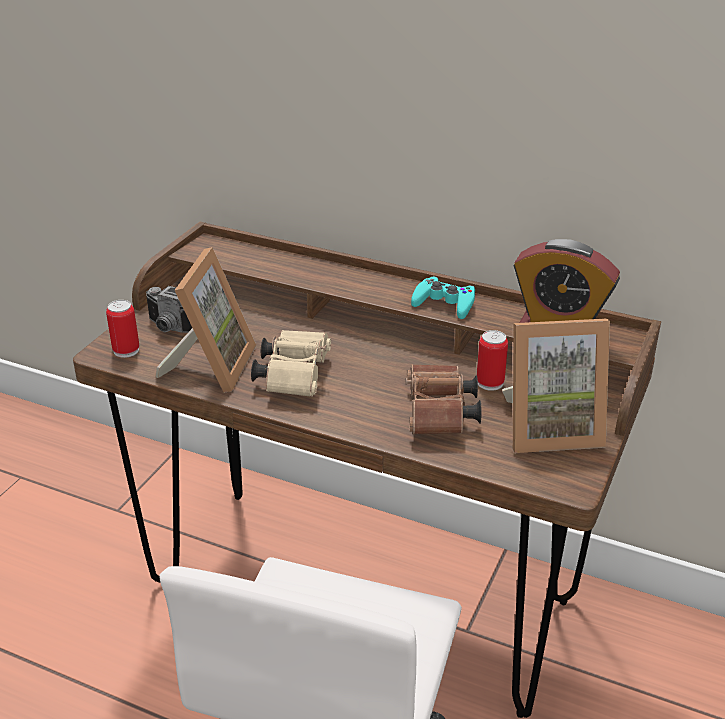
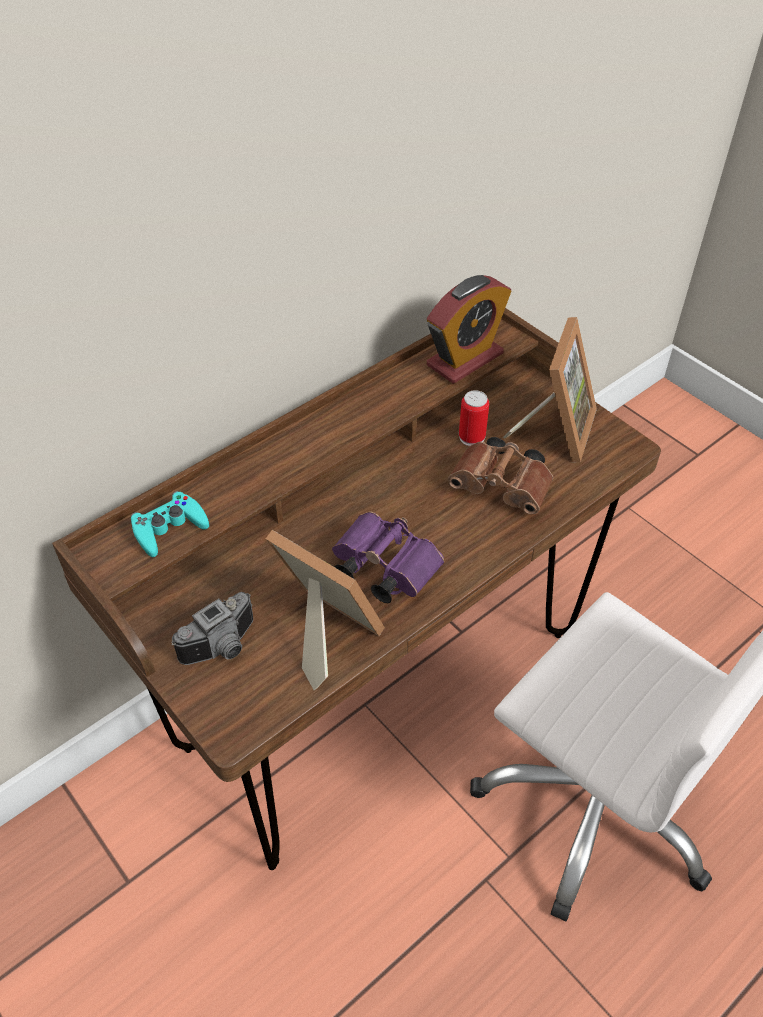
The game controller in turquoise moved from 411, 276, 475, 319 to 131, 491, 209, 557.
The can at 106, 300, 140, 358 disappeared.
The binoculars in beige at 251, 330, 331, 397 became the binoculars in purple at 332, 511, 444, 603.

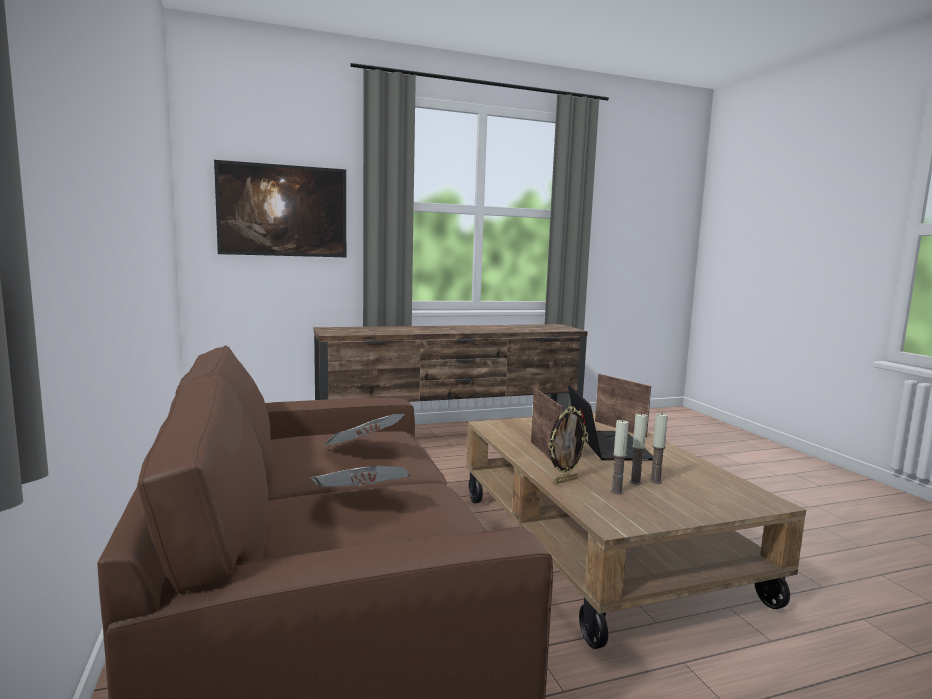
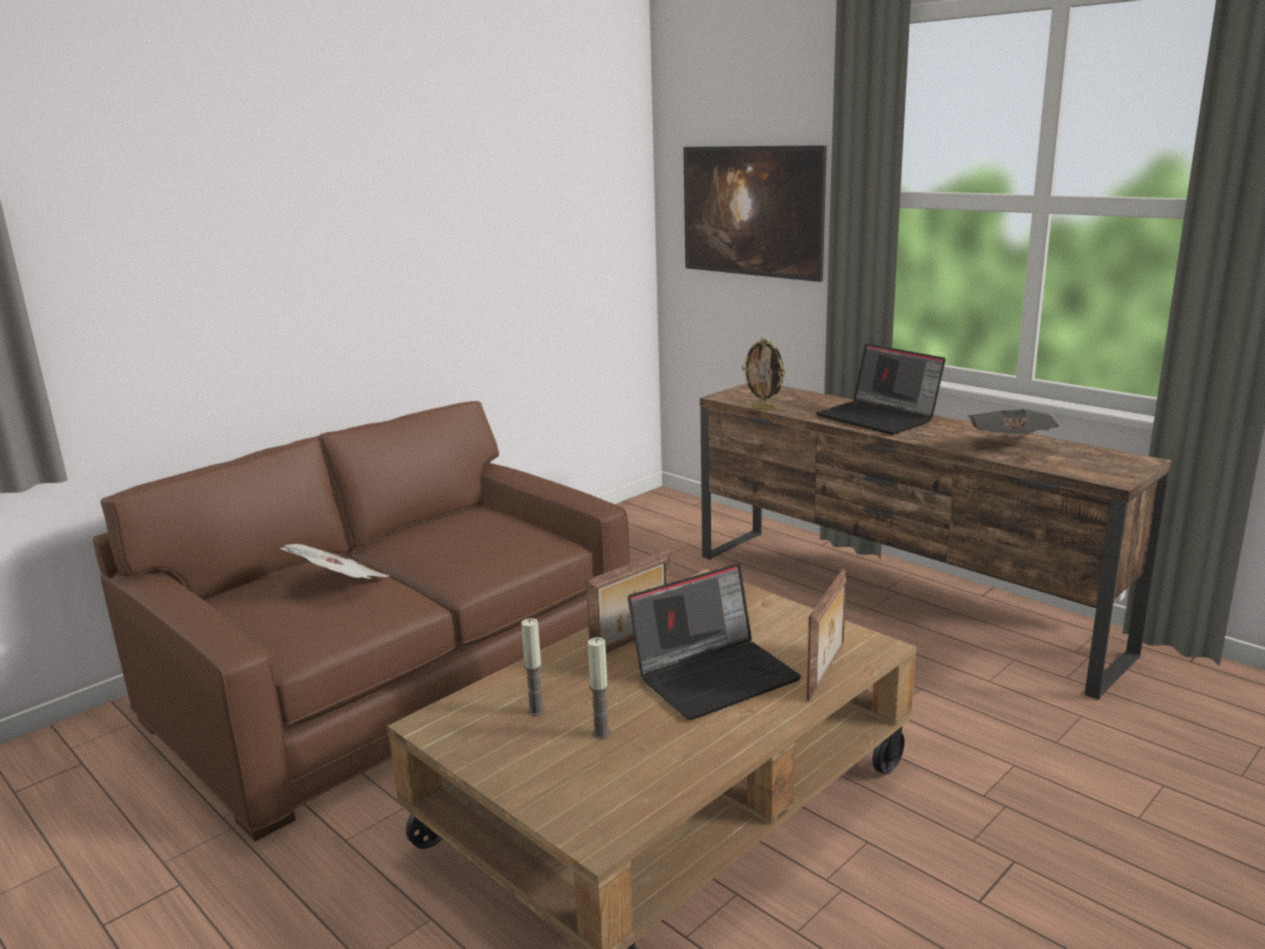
The picture frame moved from 548, 406, 588, 484 to 742, 338, 786, 411.
The candle at 629, 413, 647, 485 disappeared.
The newspaper moved from 322, 414, 405, 446 to 968, 410, 1059, 434.
The laptop at 816, 344, 946, 435 appeared.

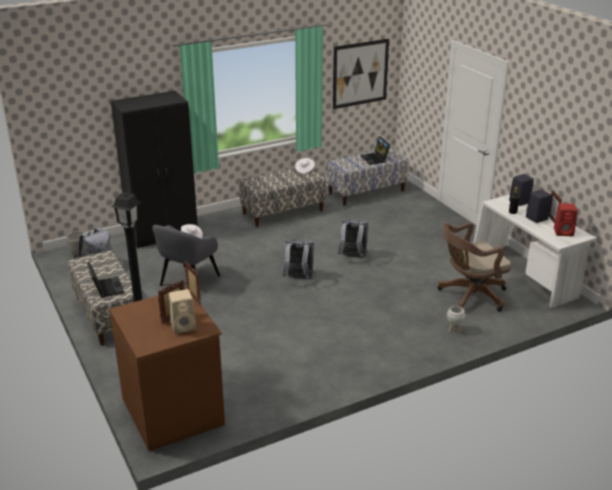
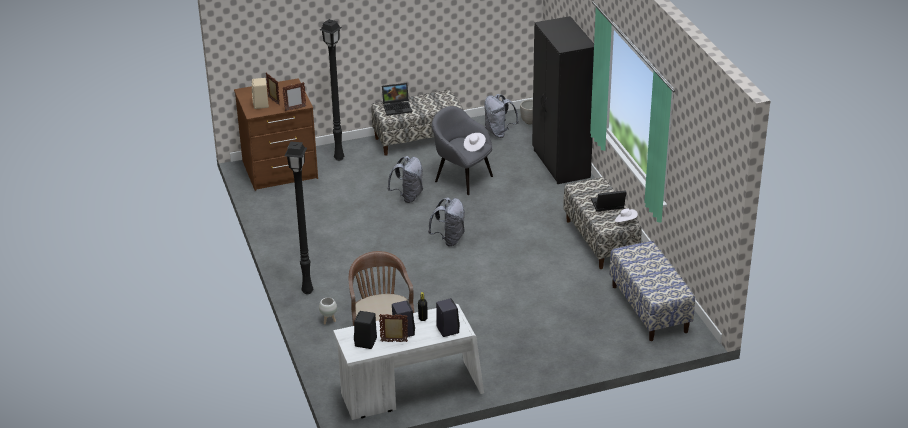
The picture at 333, 38, 389, 109 disappeared.
The laptop moved from 361, 136, 390, 165 to 591, 190, 627, 212.
The speaker in red at 554, 203, 578, 236 became the speaker in black at 354, 311, 377, 349.
The backpack in grey moved from 338, 220, 369, 258 to 387, 156, 423, 203.
The floor lamp in black at 285, 142, 313, 294 appeared.

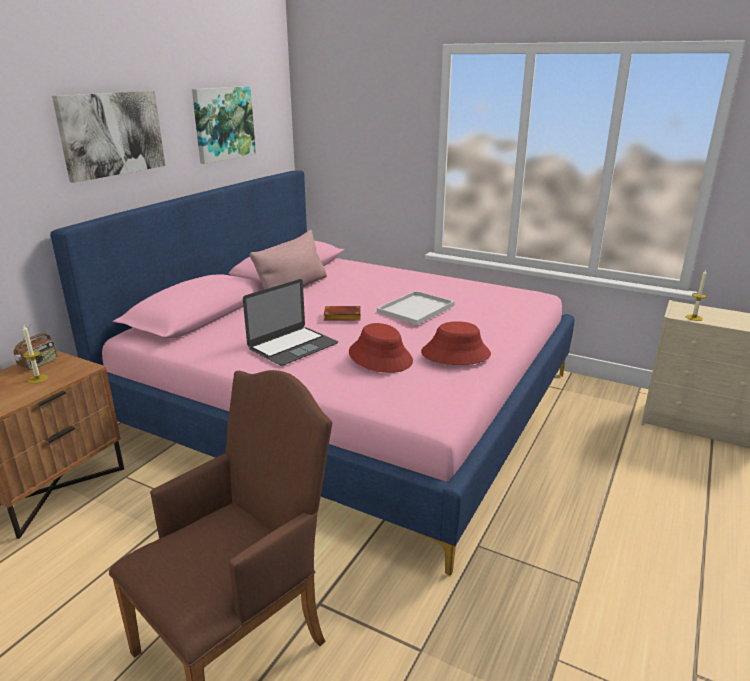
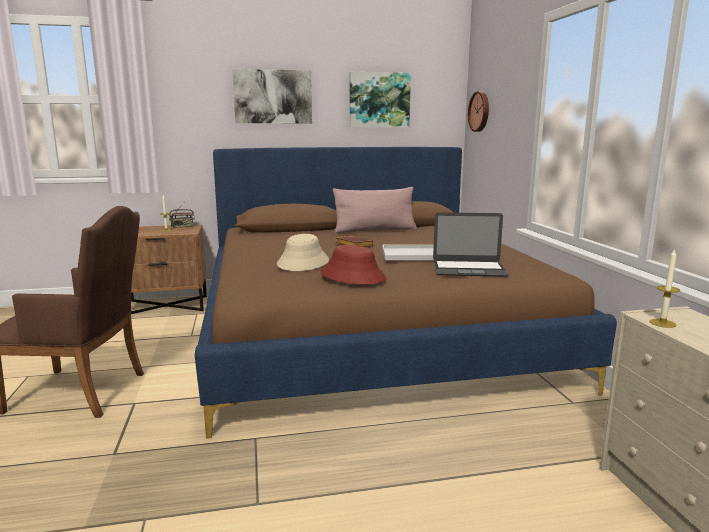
The bed in pink at 50, 170, 574, 575 became the bed in brown at 195, 147, 617, 438.
The laptop moved from 243, 279, 338, 366 to 433, 212, 509, 277.
The hat in red at 349, 323, 413, 373 became the hat in beige at 277, 234, 329, 271.
The wall clock at 468, 91, 489, 132 appeared.

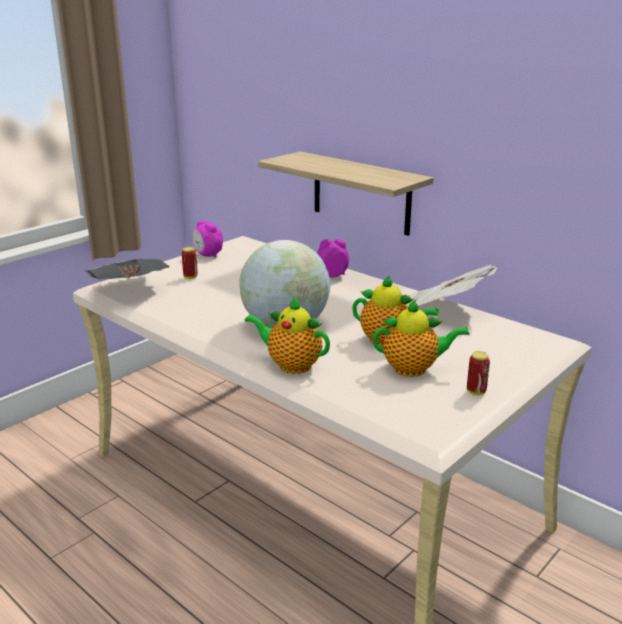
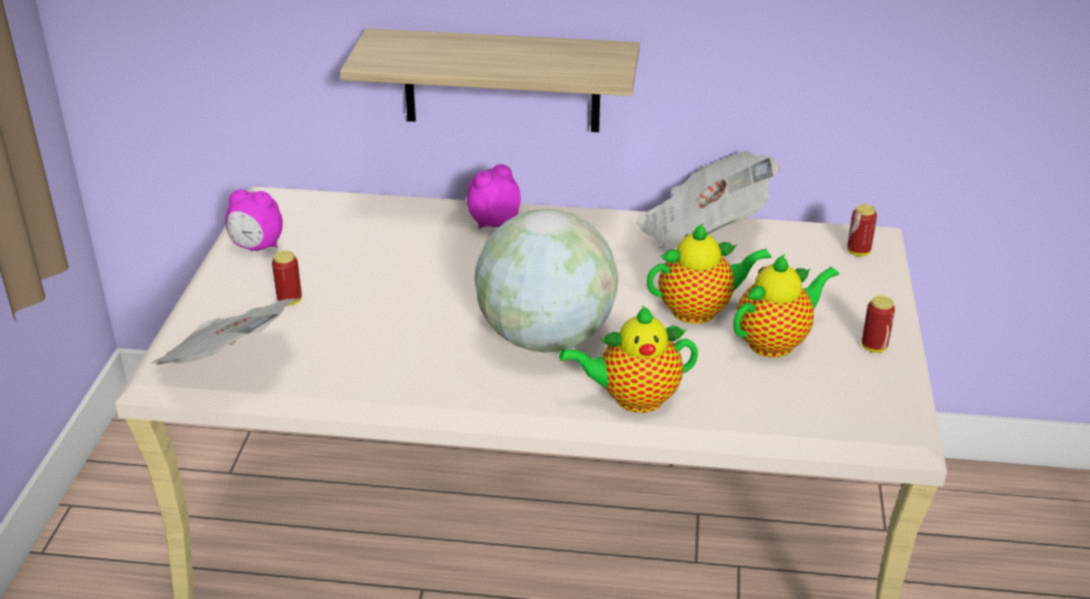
The can at 847, 204, 877, 256 appeared.

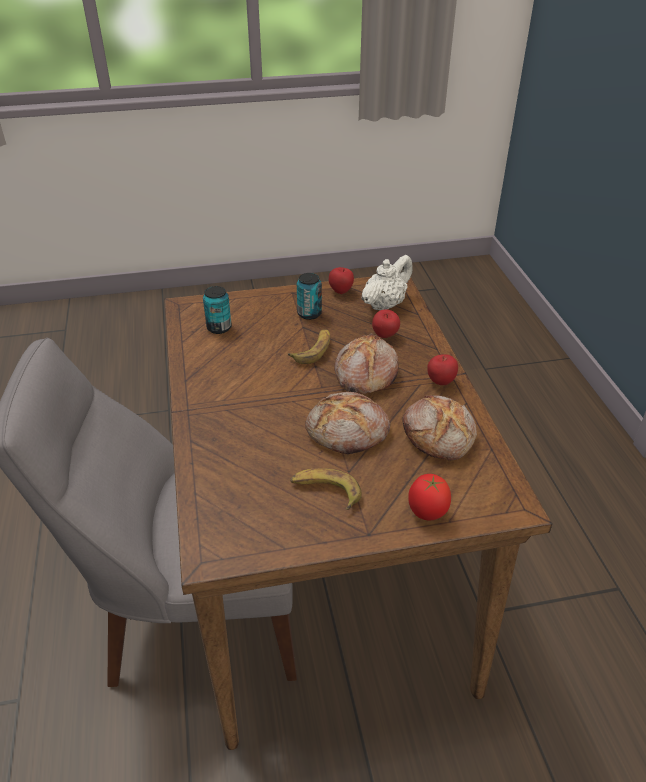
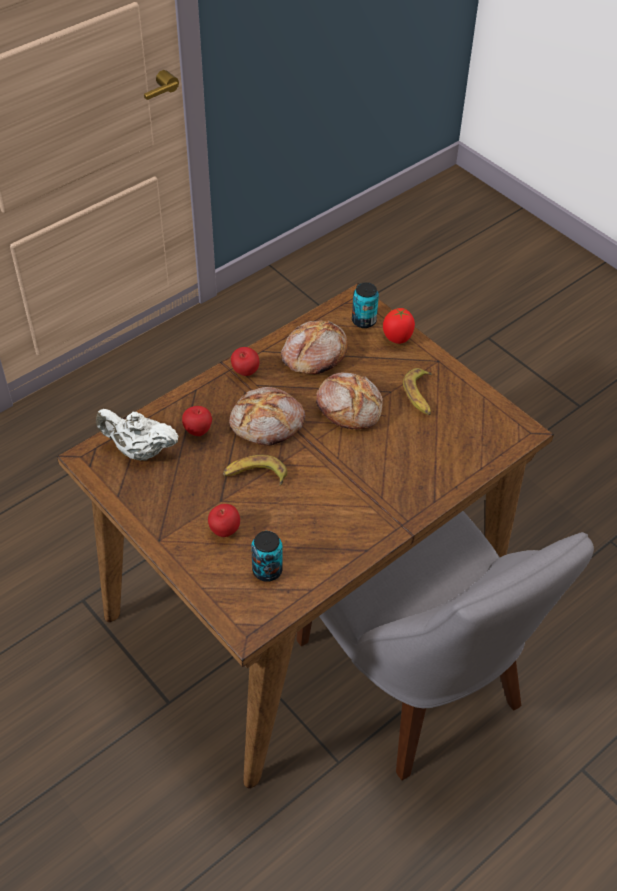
The apple moved from 329, 267, 354, 294 to 208, 504, 240, 537.
The can moved from 297, 273, 322, 320 to 352, 282, 379, 328.

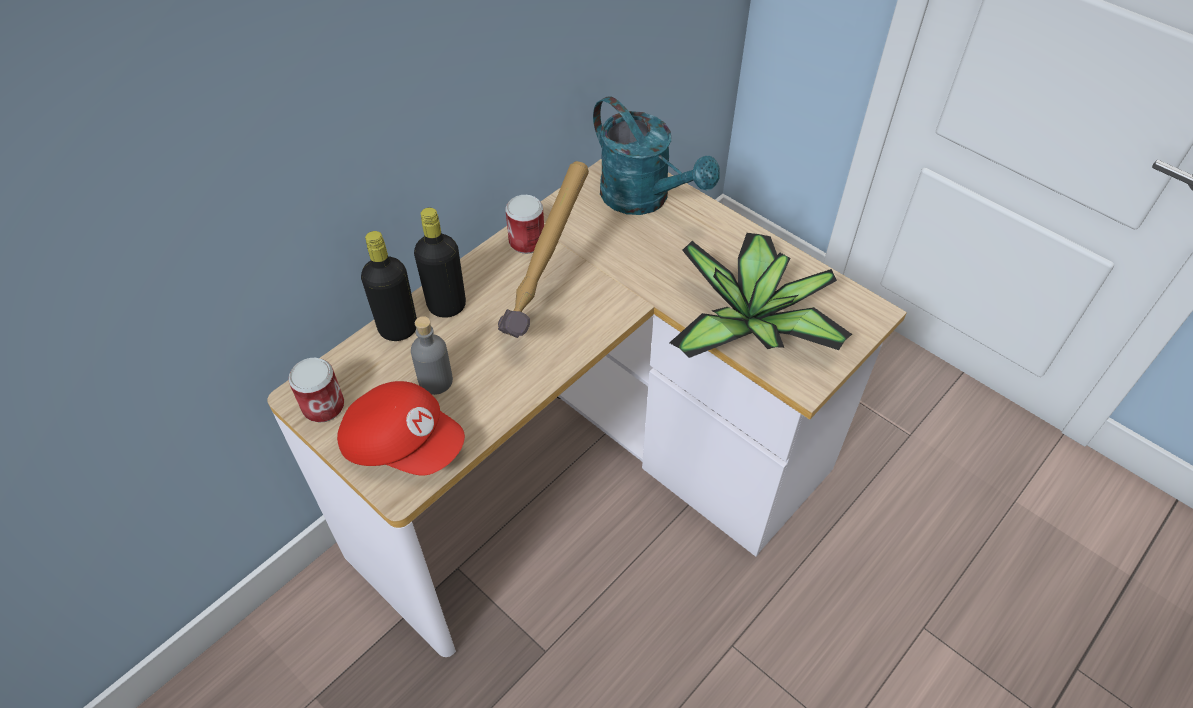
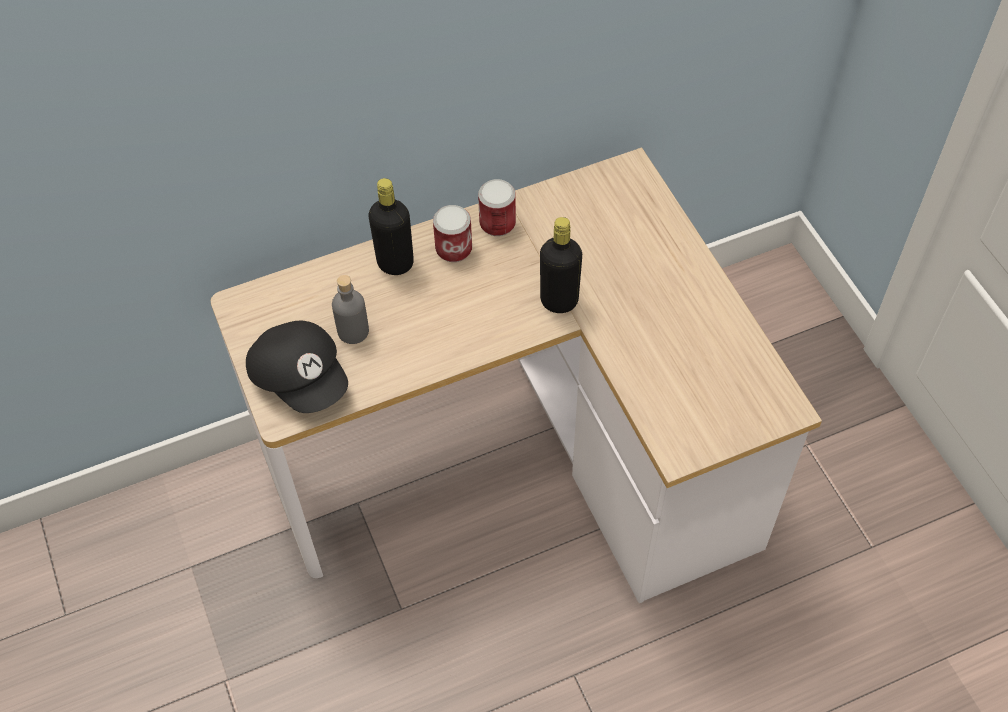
The watering can in turquoise at 593, 96, 720, 215 disappeared.
The hammer at 498, 161, 589, 338 disappeared.
The bottle in black moved from 361, 231, 417, 341 to 540, 217, 582, 313.
The potted plant at 669, 233, 852, 358 disappeared.
The can moved from 288, 358, 344, 423 to 433, 205, 472, 262.
The cap in red at 337, 381, 465, 476 became the cap in black at 246, 321, 348, 413.

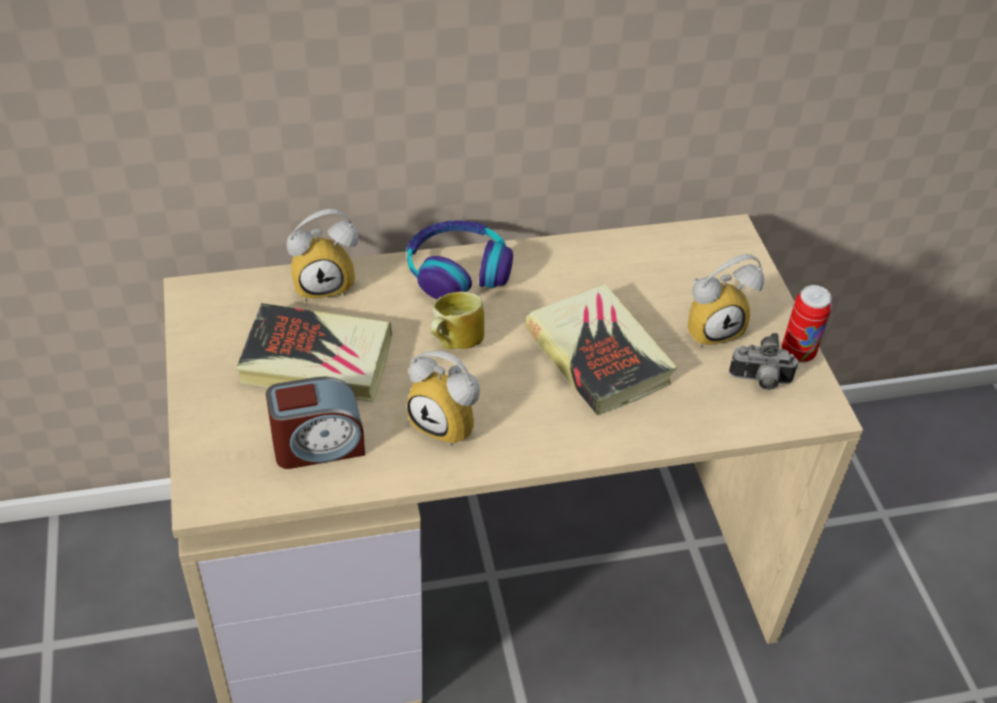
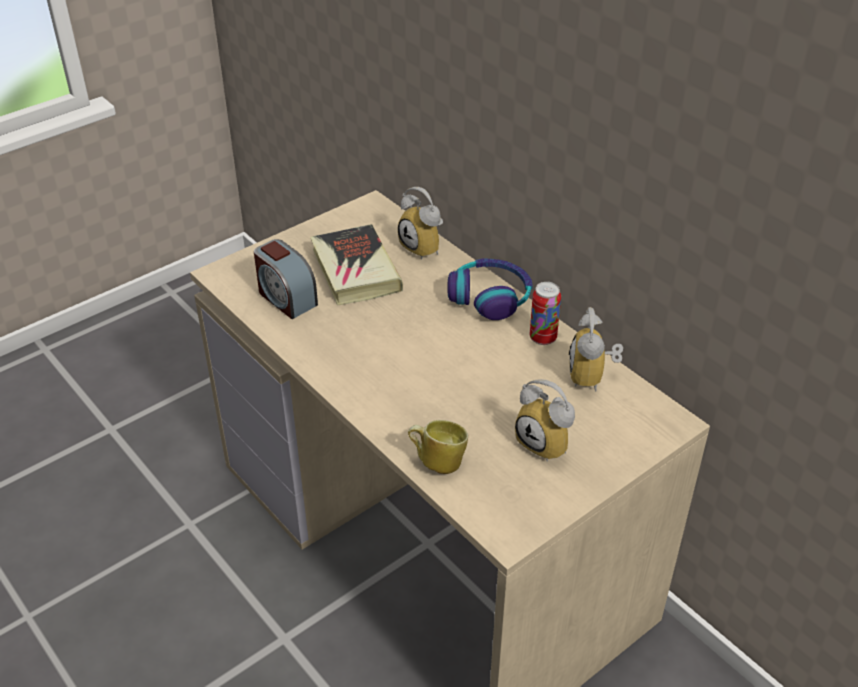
The book at 525, 284, 677, 416 disappeared.
The can moved from 782, 285, 832, 363 to 530, 282, 561, 345.
The mug moved from 430, 292, 484, 349 to 408, 420, 468, 474.
The photo camera at 729, 333, 798, 390 disappeared.
The alarm clock moved from 407, 350, 480, 446 to 569, 307, 623, 392.

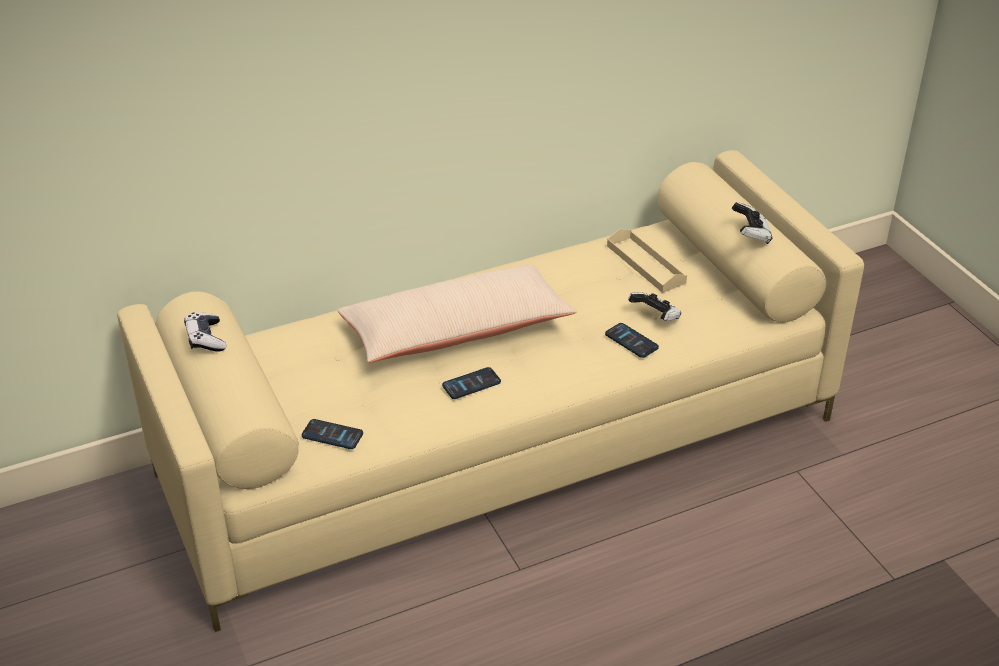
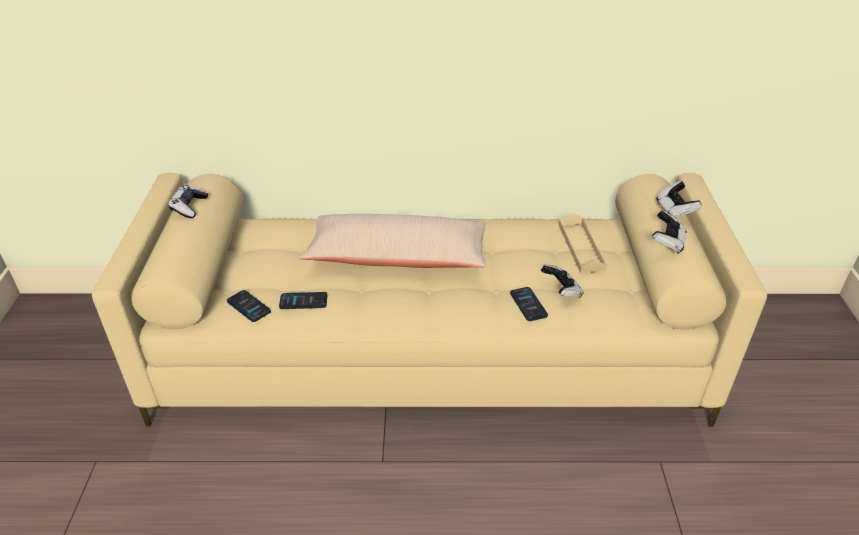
The phone moved from 442, 367, 501, 399 to 279, 292, 327, 309.
The game controller at 656, 181, 702, 218 appeared.

